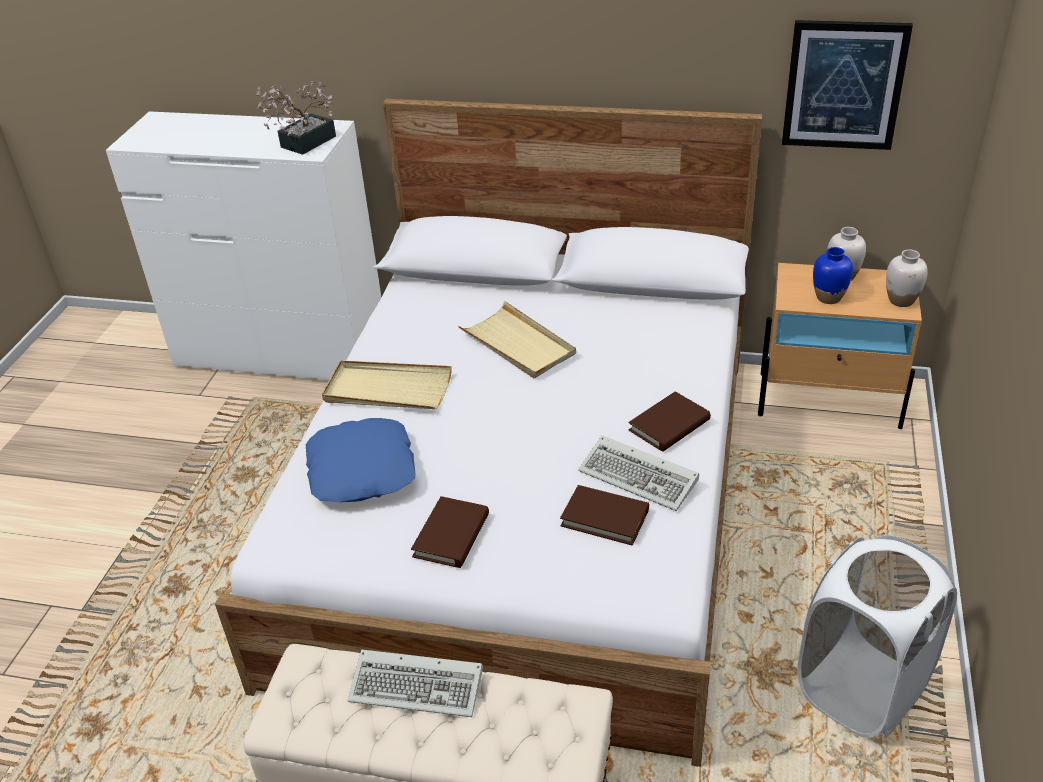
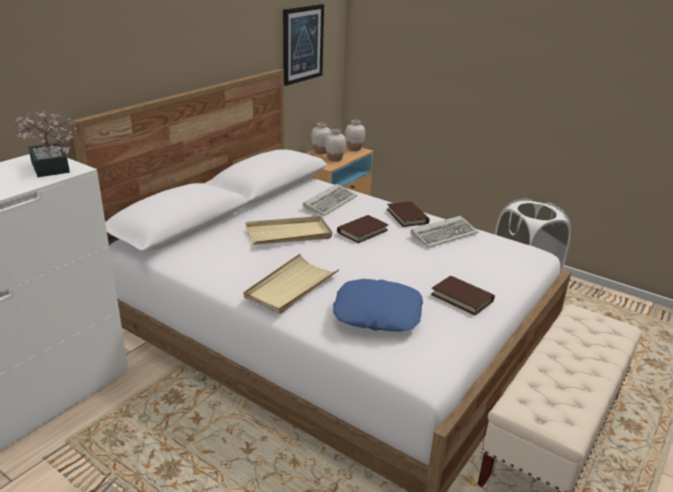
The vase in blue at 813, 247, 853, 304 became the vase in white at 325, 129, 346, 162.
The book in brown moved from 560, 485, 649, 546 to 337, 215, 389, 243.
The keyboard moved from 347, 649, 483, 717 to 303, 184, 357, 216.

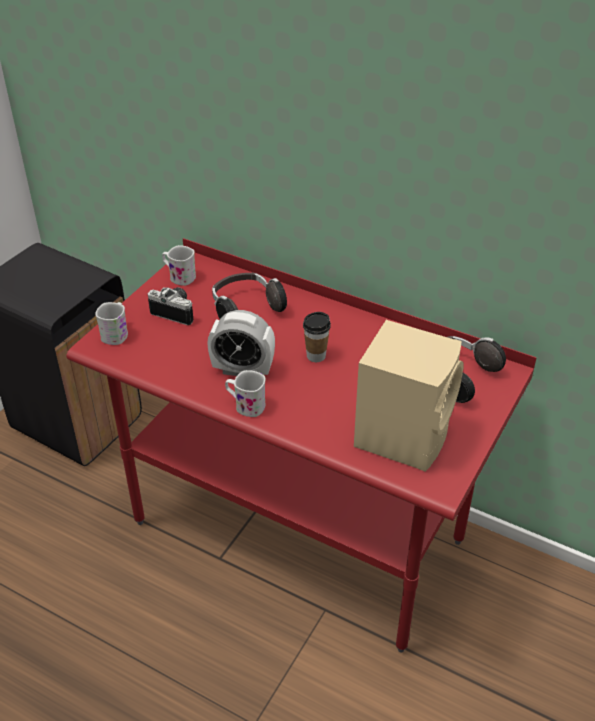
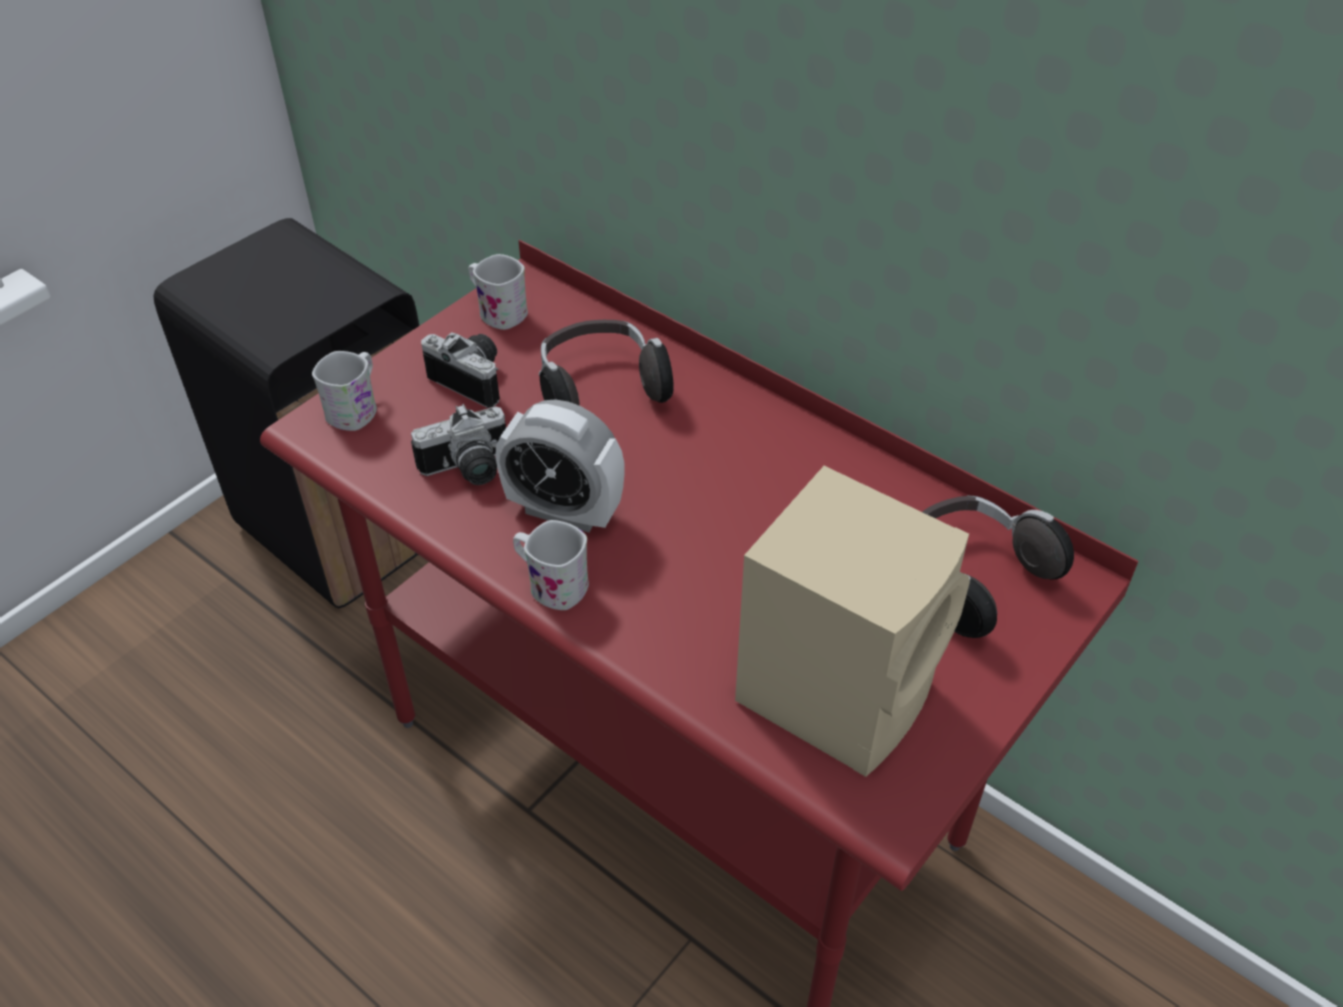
The cup at 303, 312, 331, 362 disappeared.
The photo camera at 411, 404, 506, 485 appeared.

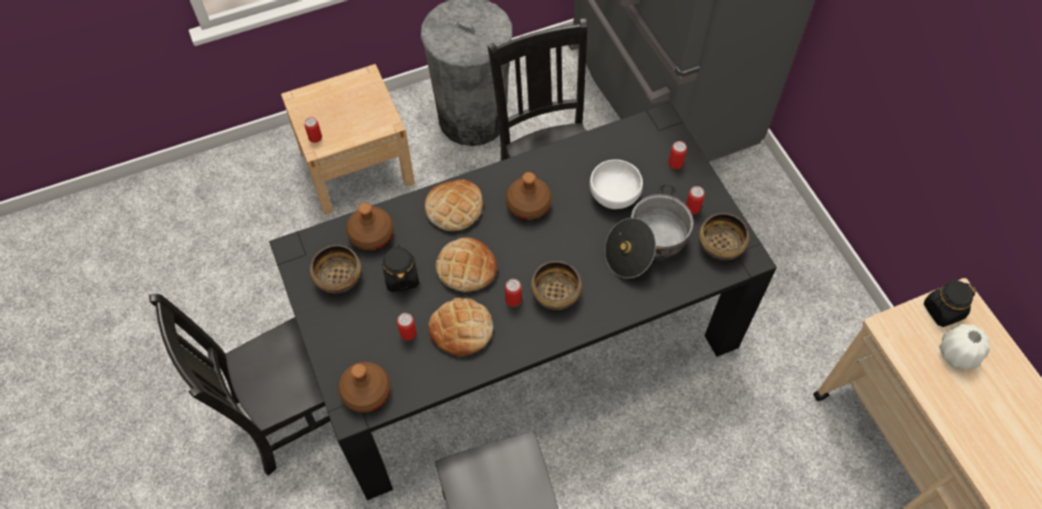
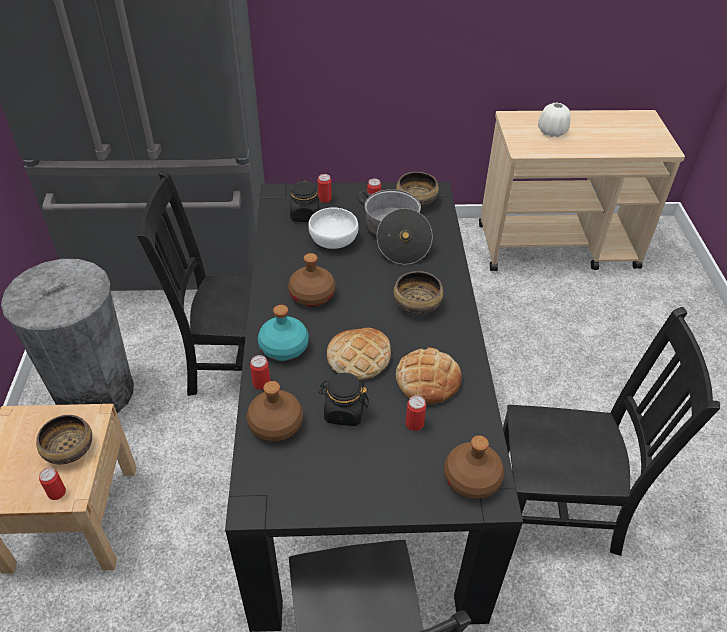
The bread at 425, 179, 483, 231 was replaced by the bottle in turquoise at 258, 305, 309, 361.
The bowl moved from 310, 245, 362, 294 to 36, 415, 92, 464.
The can moved from 505, 279, 522, 307 to 250, 355, 270, 390.
The jar in black moved from 924, 280, 976, 327 to 290, 180, 319, 222.

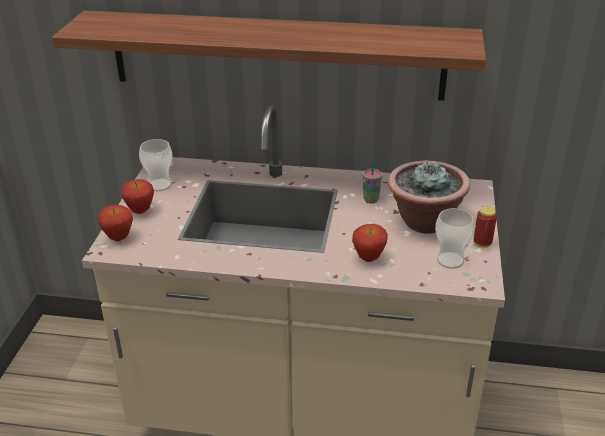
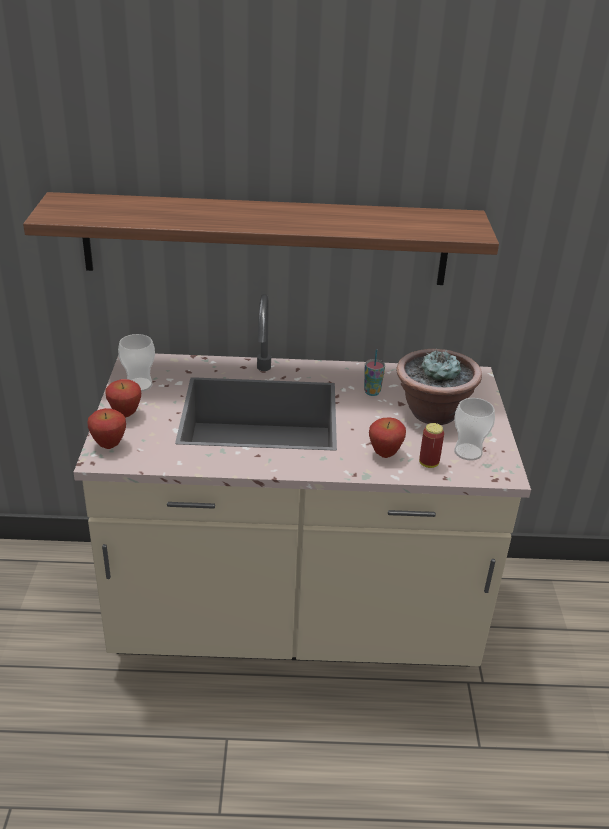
The can moved from 474, 206, 497, 248 to 419, 423, 444, 468.

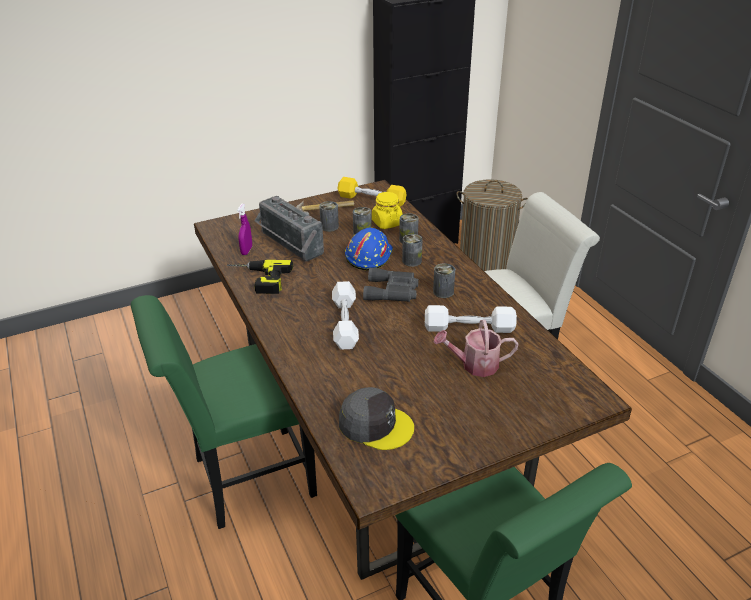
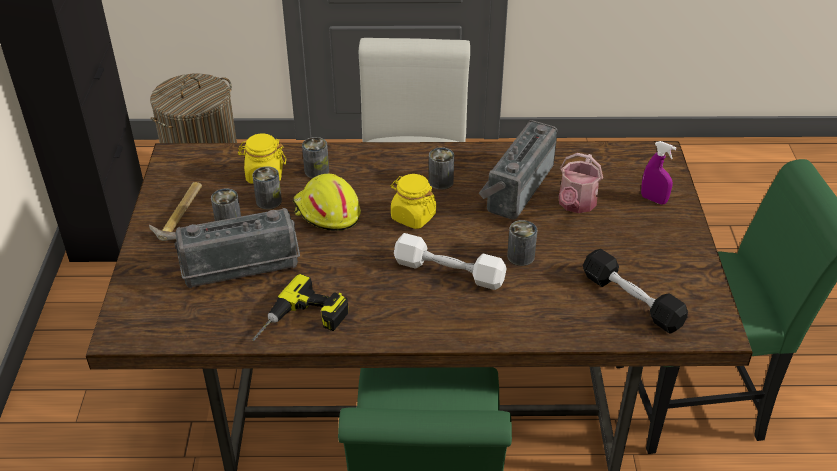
The dumbbell in yellow at 338, 177, 407, 207 disappeared.
The spray bottle in purple moved from 237, 204, 252, 255 to 641, 141, 676, 204.
The hard hat in blue at 345, 228, 393, 270 became the hard hat in yellow at 293, 174, 361, 231.
The can moved from 402, 234, 423, 267 to 507, 220, 537, 266.
The binoculars in grey at 363, 268, 419, 302 was replaced by the jar in yellow at 391, 174, 436, 229.
The dumbbell in white at 425, 305, 517, 333 was replaced by the radio at 479, 120, 557, 220.
The cap in grey at 339, 387, 414, 450 was replaced by the dumbbell in black at 583, 249, 688, 334.

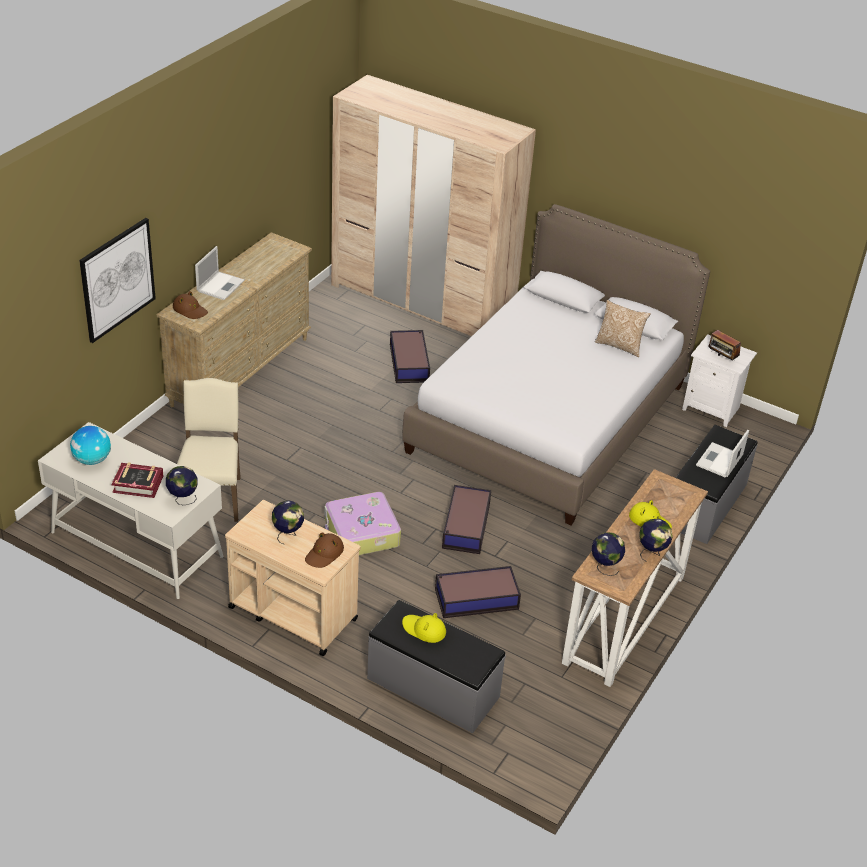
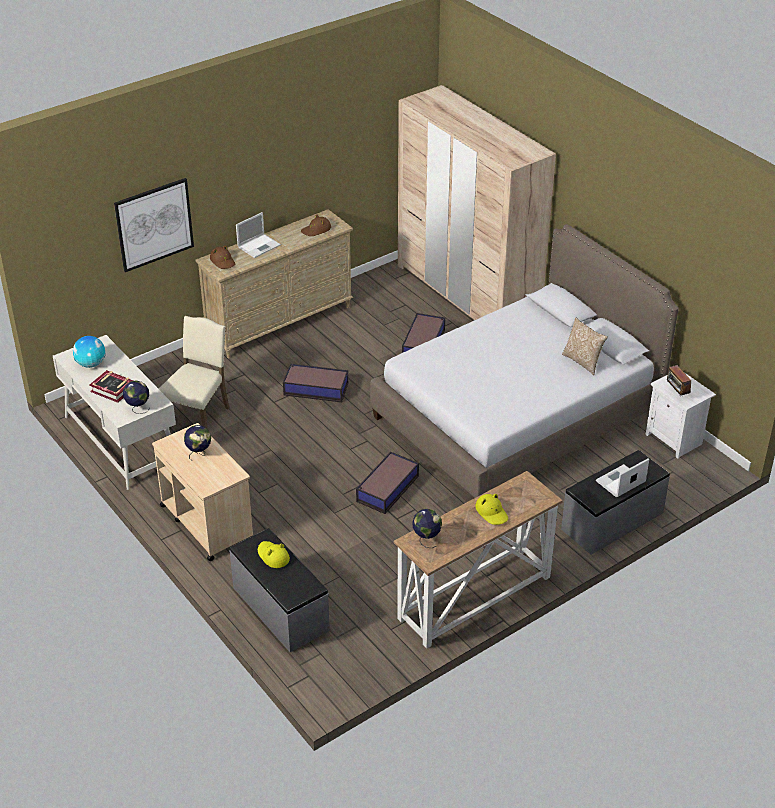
The suitcase at 324, 492, 401, 555 disappeared.
The globe at 639, 519, 673, 562 disappeared.
The hat in brown moved from 305, 532, 344, 568 to 301, 214, 331, 236.
The storage box moved from 435, 566, 521, 618 to 283, 364, 348, 402.

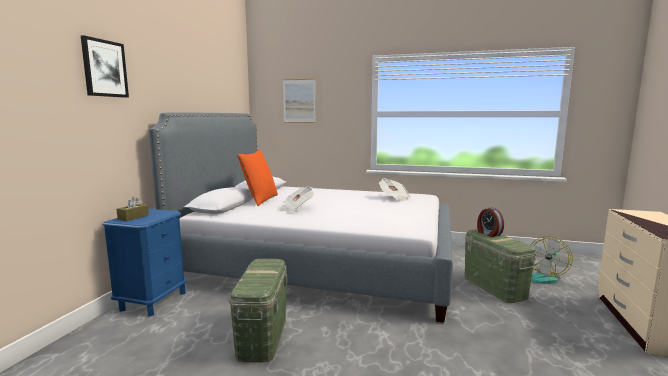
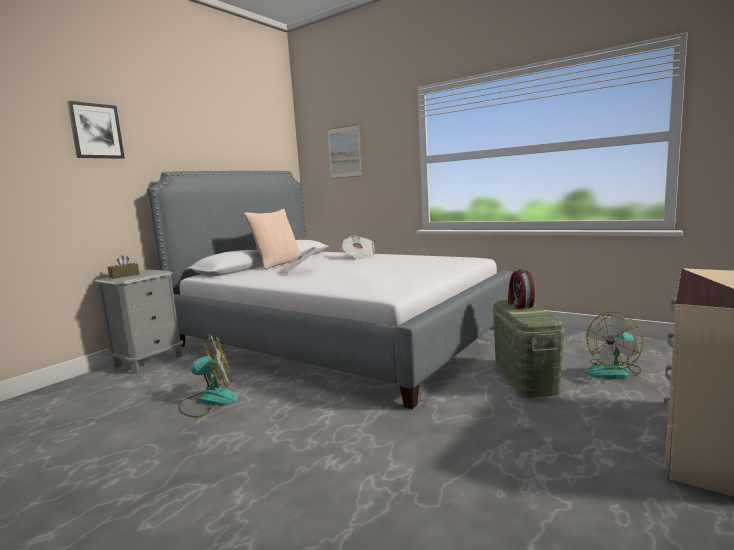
The pillow in orange at 237, 150, 278, 206 became the pillow in beige at 244, 209, 301, 270.
The newspaper moved from 379, 178, 411, 201 to 342, 236, 375, 260.
The nightstand in blue at 102, 209, 187, 317 became the nightstand in grey at 95, 269, 183, 374.
The storage box in green at 229, 259, 287, 362 was replaced by the fan at 178, 334, 238, 417.

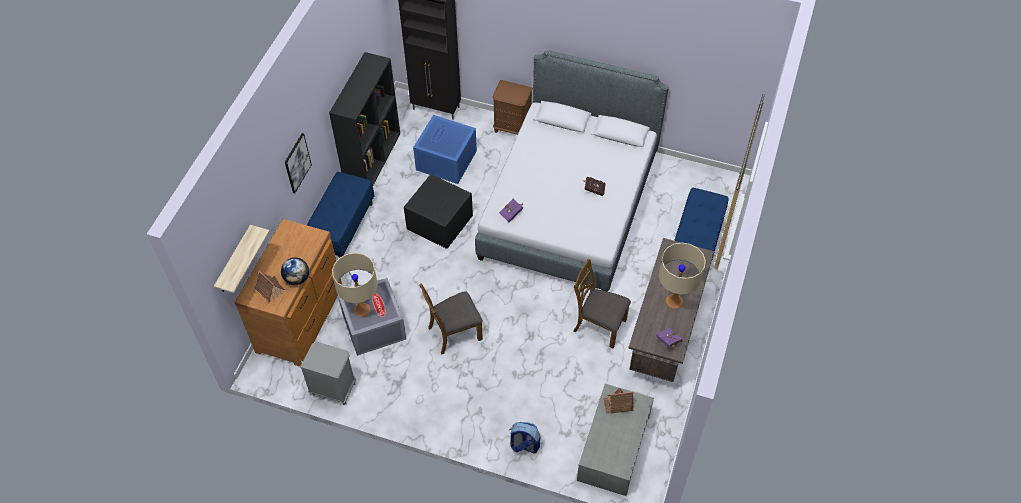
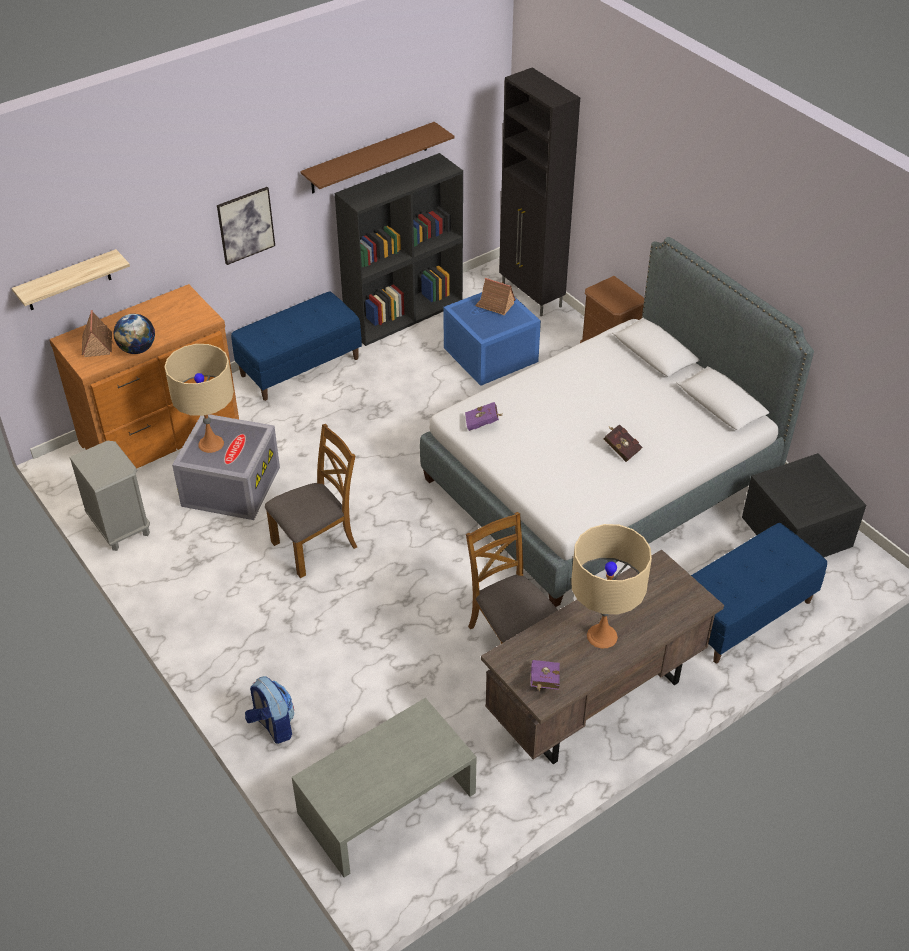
The storage box in black moved from 404, 174, 473, 249 to 742, 453, 866, 557.
The chair in brown at 419, 283, 483, 355 turned 135 degrees clockwise.
The toy house moved from 603, 388, 634, 414 to 475, 278, 516, 315.
The shelf in brown at 300, 122, 454, 193 appeared.

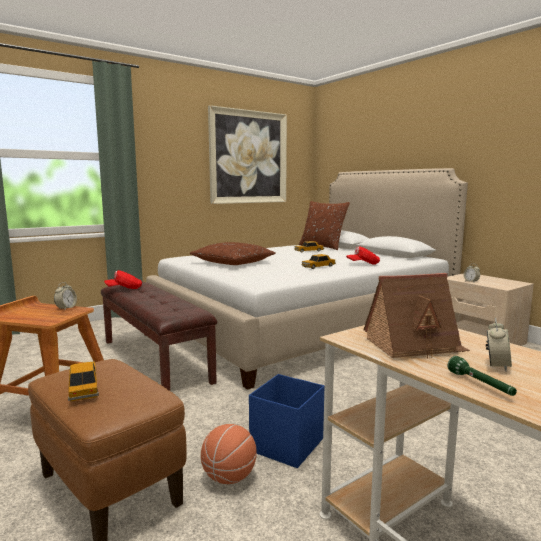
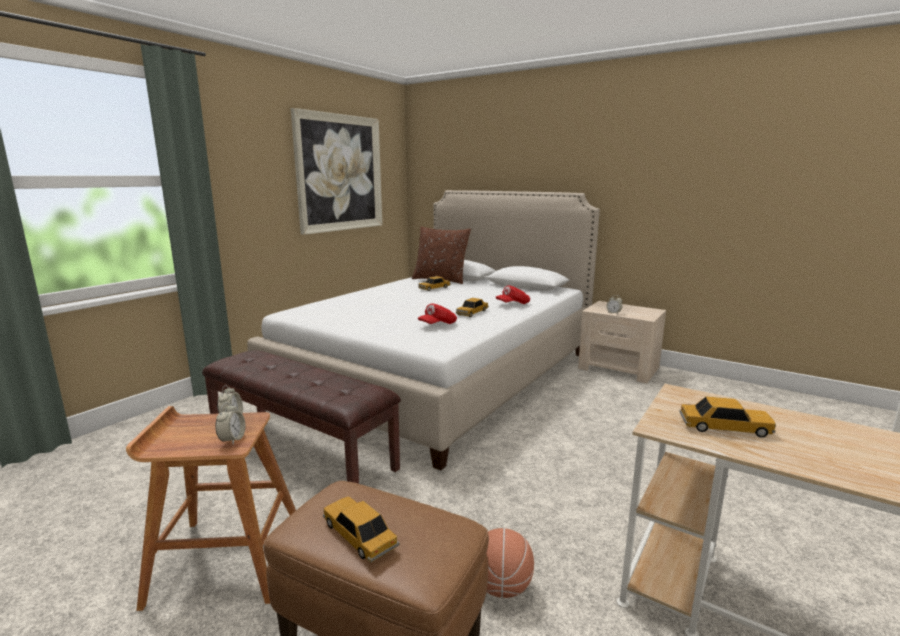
The pillow in brown at 190, 242, 276, 265 disappeared.
The cap in red moved from 104, 270, 142, 289 to 418, 303, 457, 324.
The toy house at 363, 273, 470, 359 was replaced by the toy car at 679, 397, 776, 438.
The alarm clock moved from 486, 318, 512, 371 to 215, 402, 245, 444.
The flashlight in green at 448, 356, 517, 396 disappeared.
The storage box in blue at 249, 374, 324, 468 disappeared.

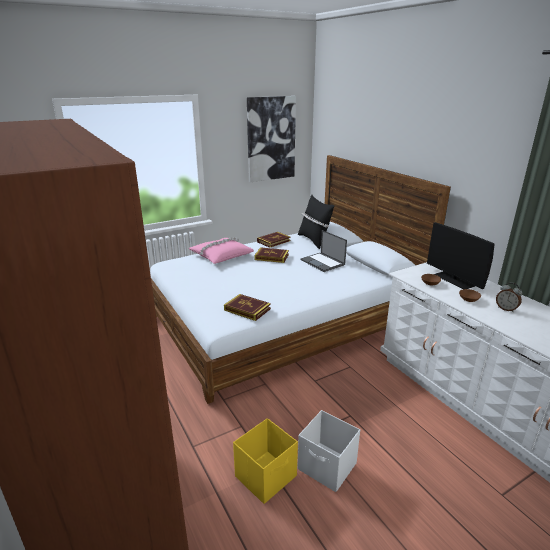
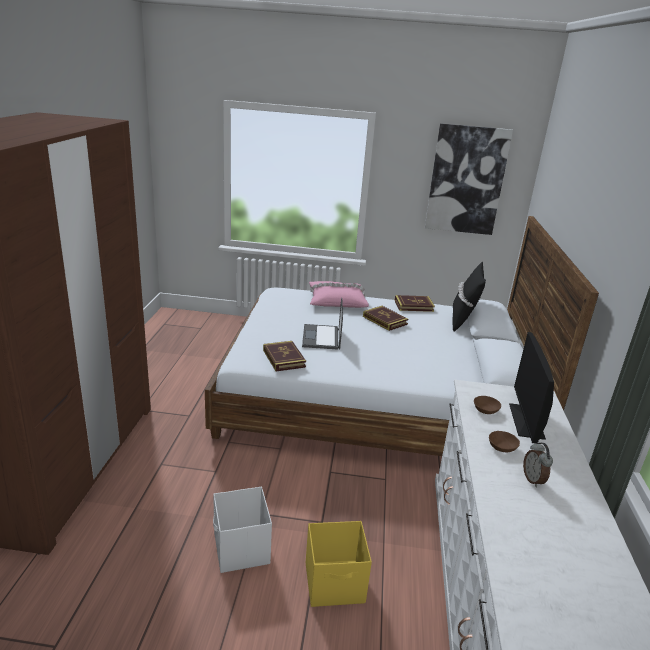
The laptop moved from 301, 230, 347, 272 to 302, 297, 343, 350.
The storage box in yellow moved from 233, 418, 298, 504 to 306, 521, 372, 607.

